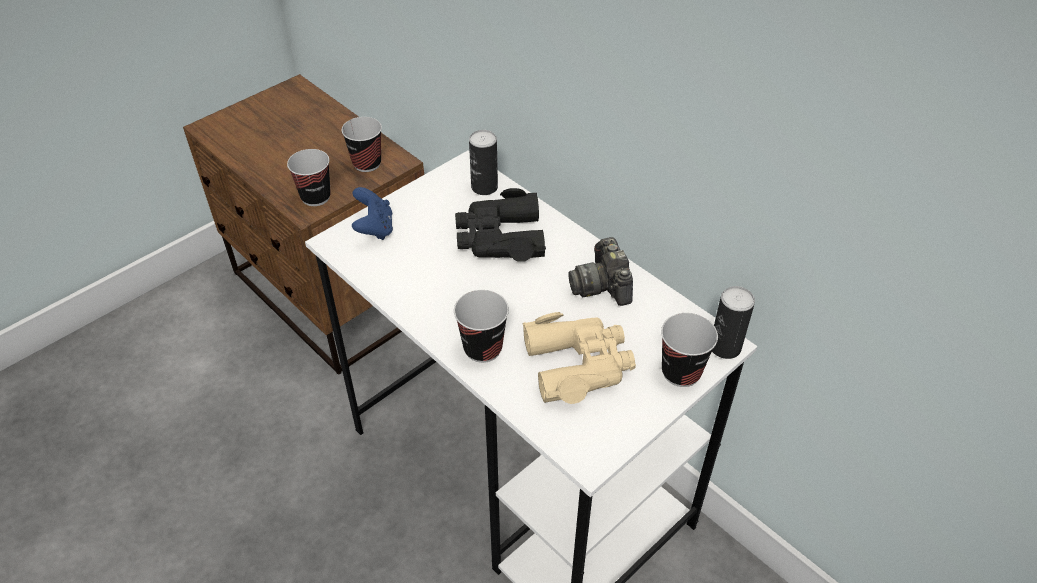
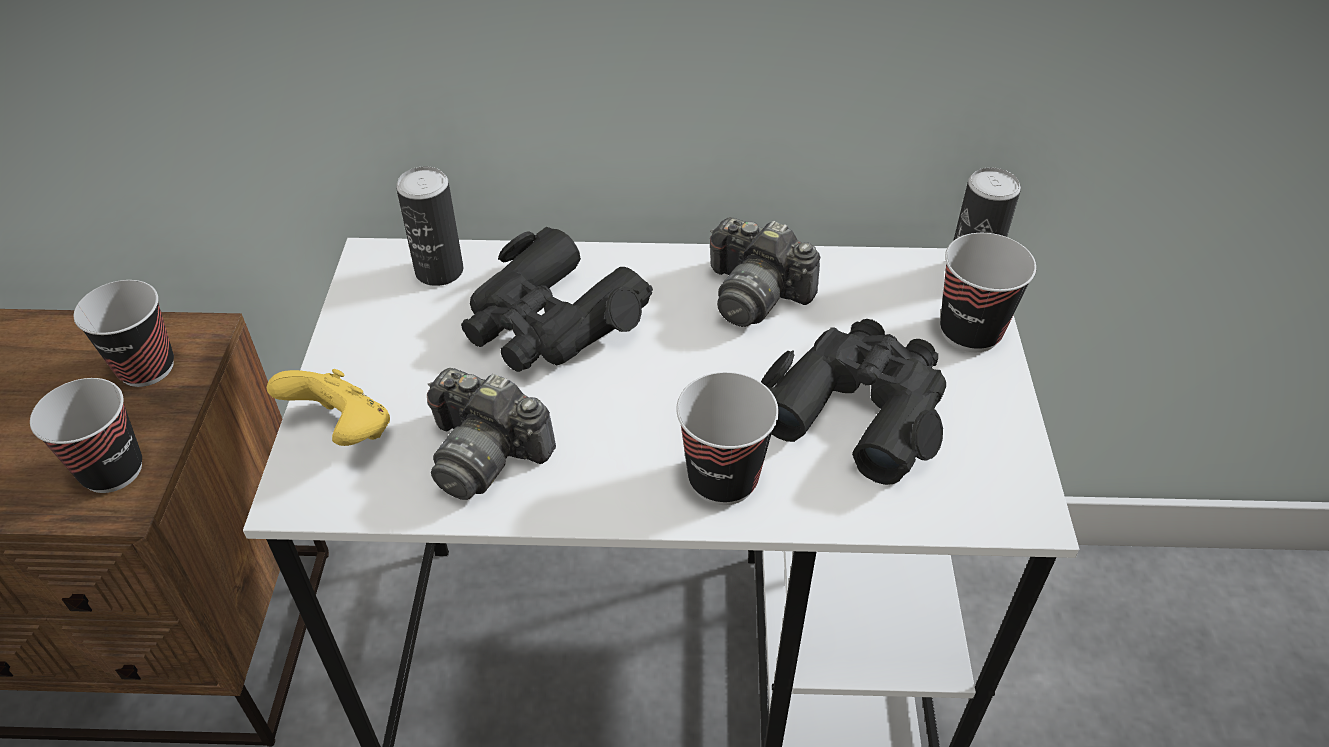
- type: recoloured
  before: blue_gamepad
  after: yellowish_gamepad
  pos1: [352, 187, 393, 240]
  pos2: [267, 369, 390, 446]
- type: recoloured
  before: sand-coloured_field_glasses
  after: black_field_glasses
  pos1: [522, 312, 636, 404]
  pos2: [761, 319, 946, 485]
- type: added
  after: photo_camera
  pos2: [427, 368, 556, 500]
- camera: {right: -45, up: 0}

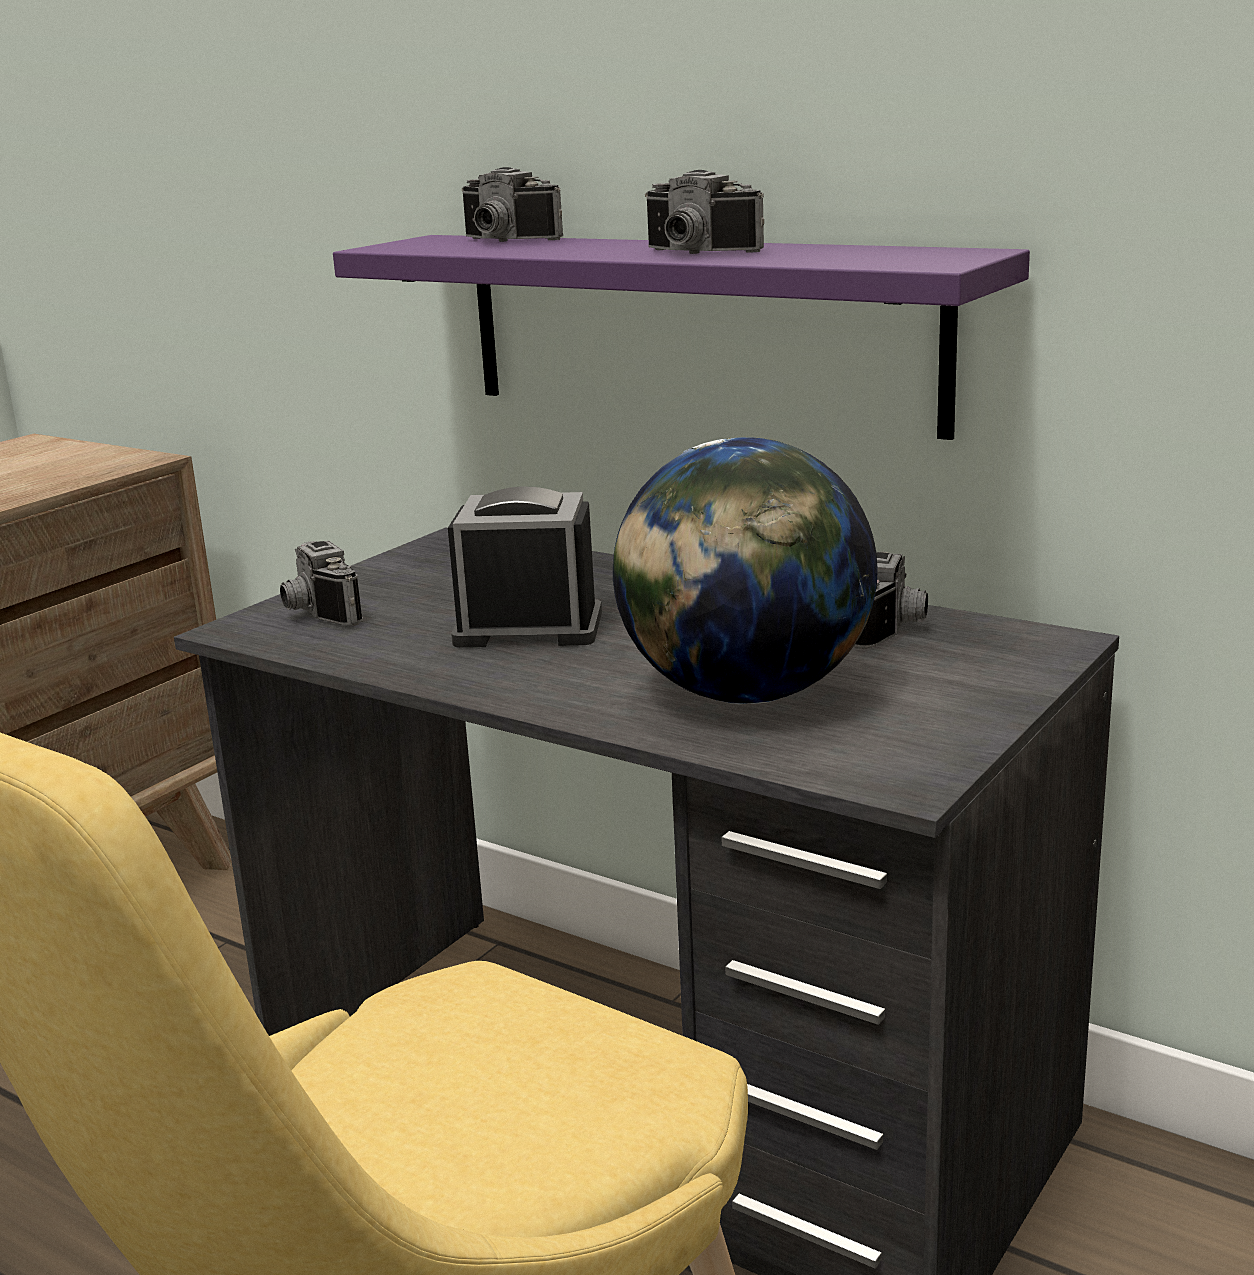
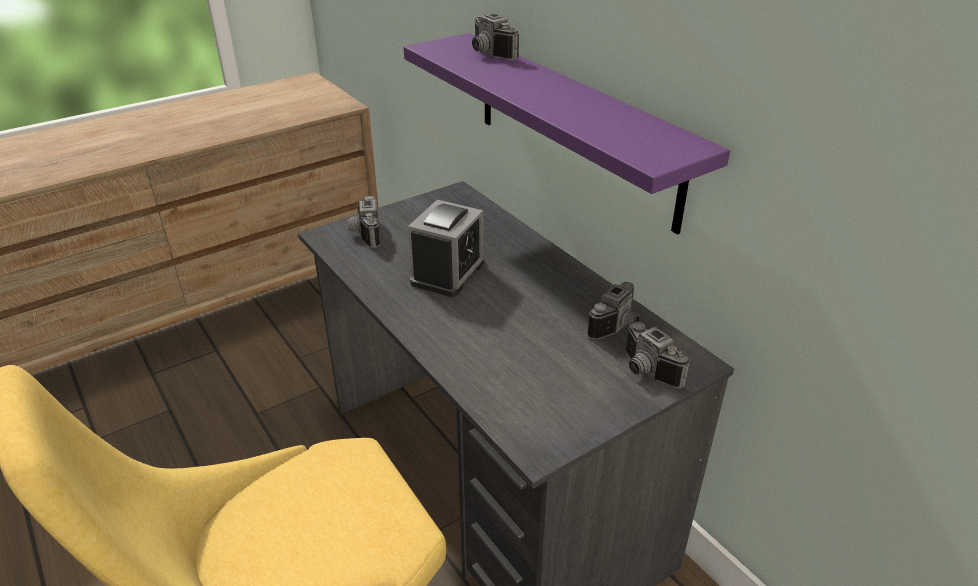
- type: turned
  before: bedside_clock
  pos1: [448, 486, 602, 648]
  pos2: [408, 200, 485, 297]
  turn: 90
- type: removed
  before: globe
  pos1: [613, 437, 878, 704]
- type: moved
  before: photo_camera
  pos1: [645, 170, 764, 254]
  pos2: [626, 322, 690, 388]
- camera: {right: 20, up: 15}

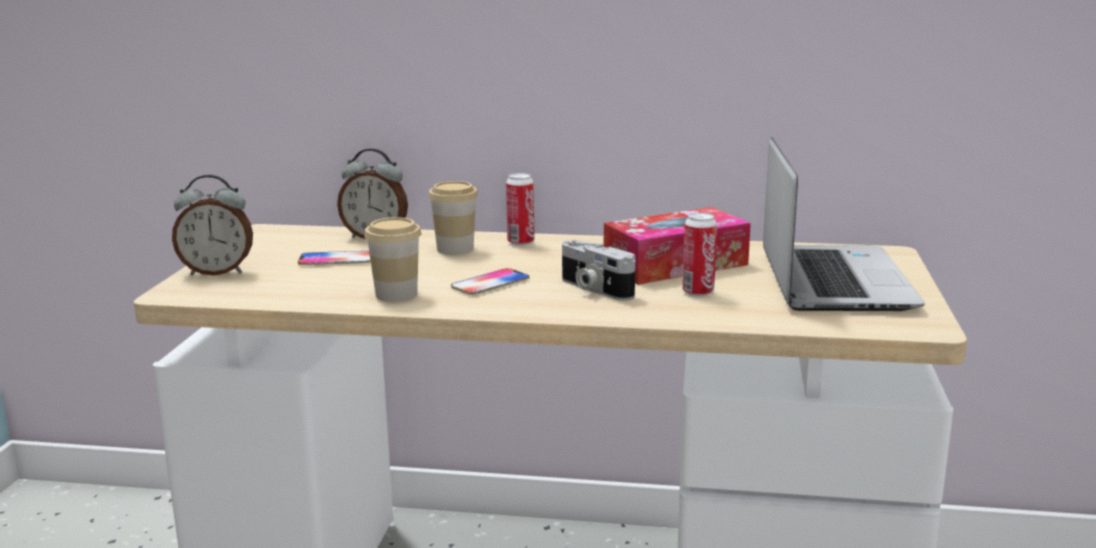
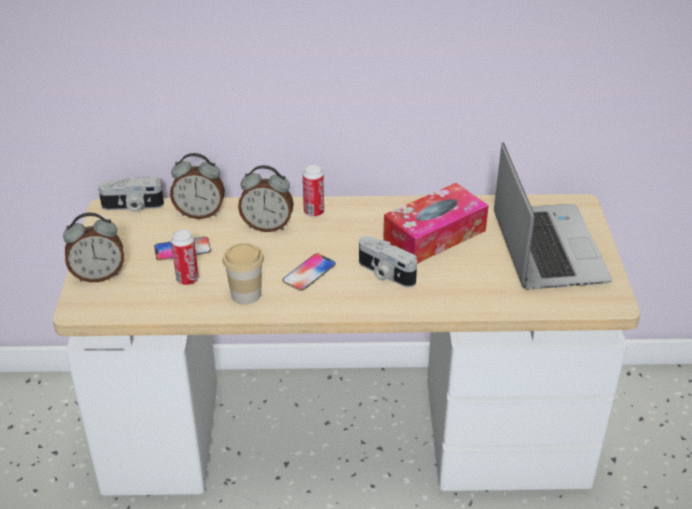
- type: replaced
  before: drinking_cup
  after: bedside_clock
  pos1: [428, 181, 478, 255]
  pos2: [238, 165, 294, 232]
- type: moved
  before: can
  pos1: [683, 212, 717, 297]
  pos2: [171, 229, 199, 285]
- type: added
  after: photo_camera
  pos2: [98, 177, 164, 212]
- camera: {right: -10, up: 20}

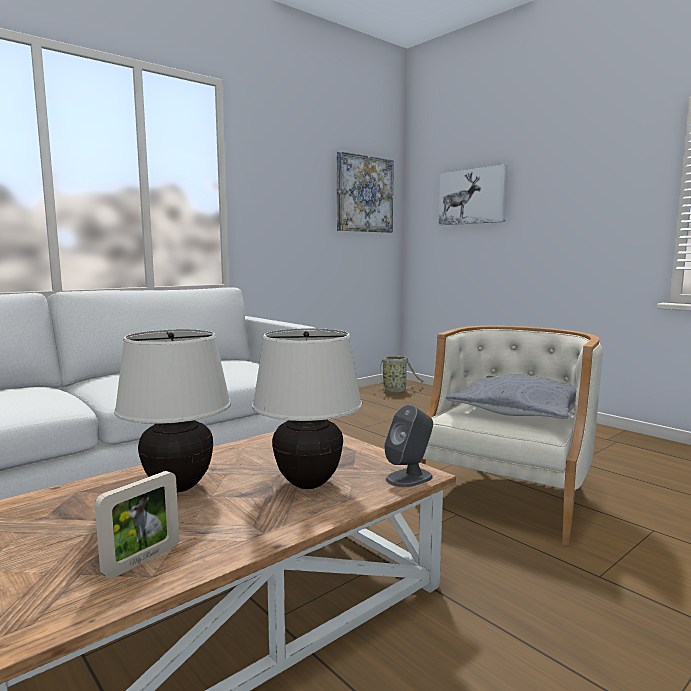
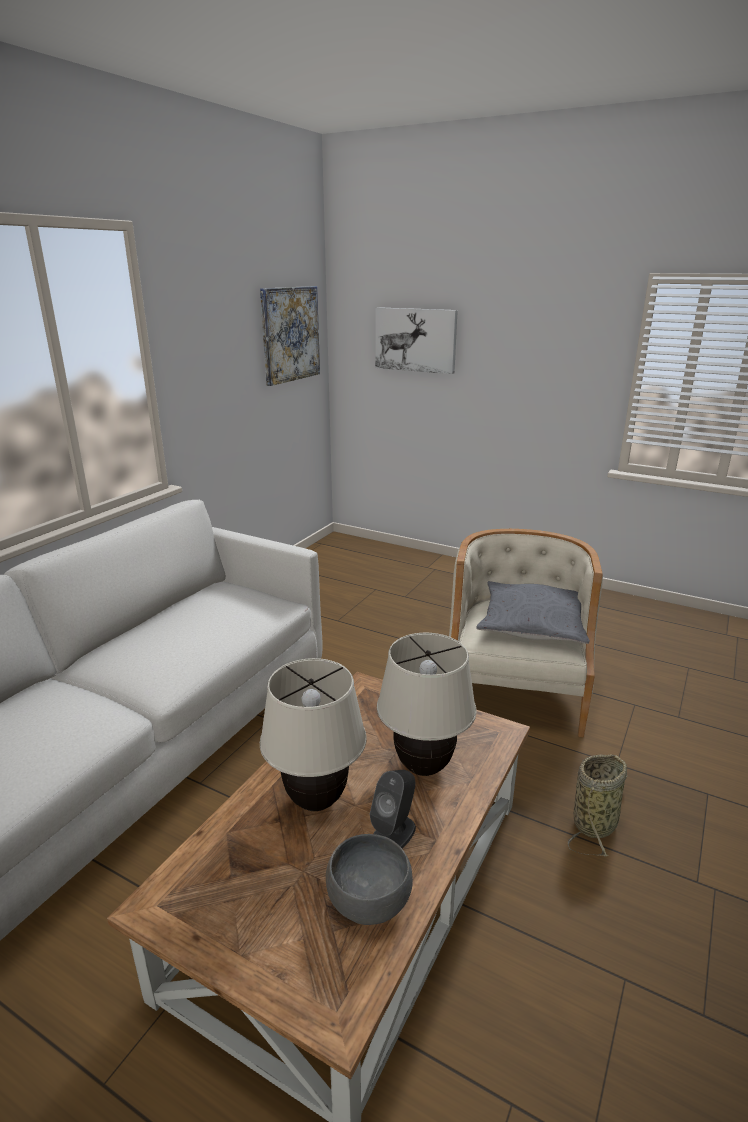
- type: replaced
  before: picture_frame
  after: grey_bowl
  pos1: [95, 471, 179, 579]
  pos2: [326, 834, 413, 925]
- type: moved
  before: basket
  pos1: [373, 356, 423, 393]
  pos2: [568, 754, 627, 857]
- type: moved
  before: grey_audio_speaker
  pos1: [384, 405, 433, 487]
  pos2: [370, 770, 416, 849]
- camera: {right: -20, up: 15}

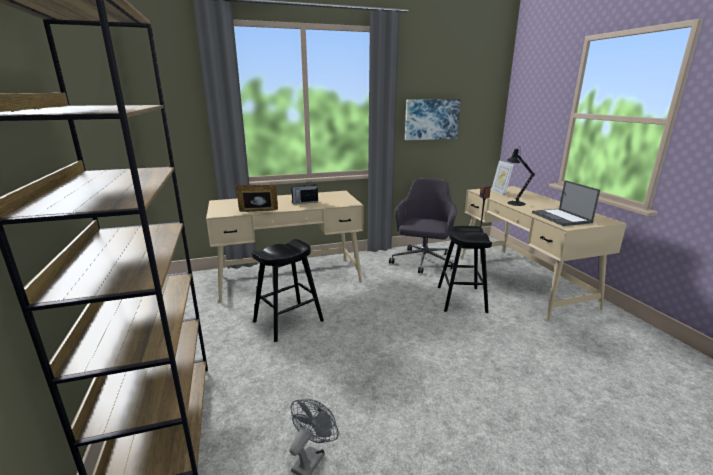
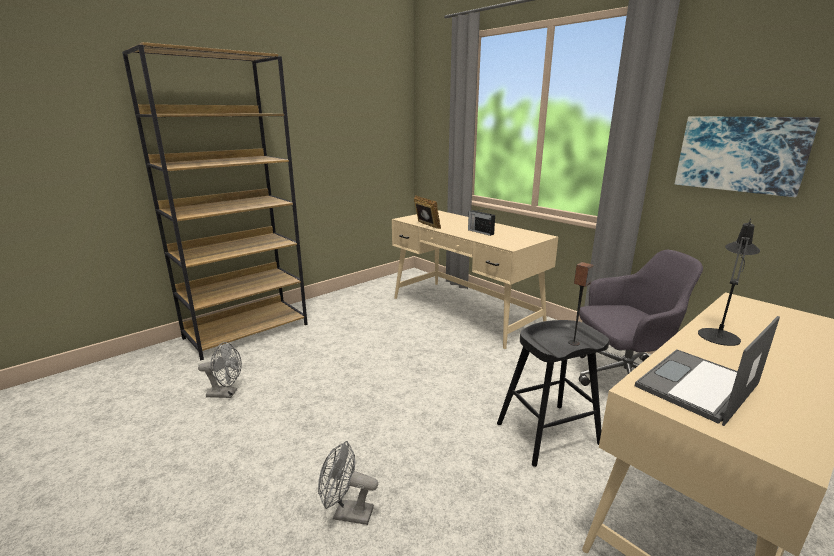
- type: removed
  before: black_stool
  pos1: [252, 239, 324, 342]
- type: removed
  before: picture_frame
  pos1: [491, 160, 514, 196]
- type: added
  after: grey_cooling_fan
  pos2: [318, 441, 378, 525]
- camera: {right: 65, up: 0}

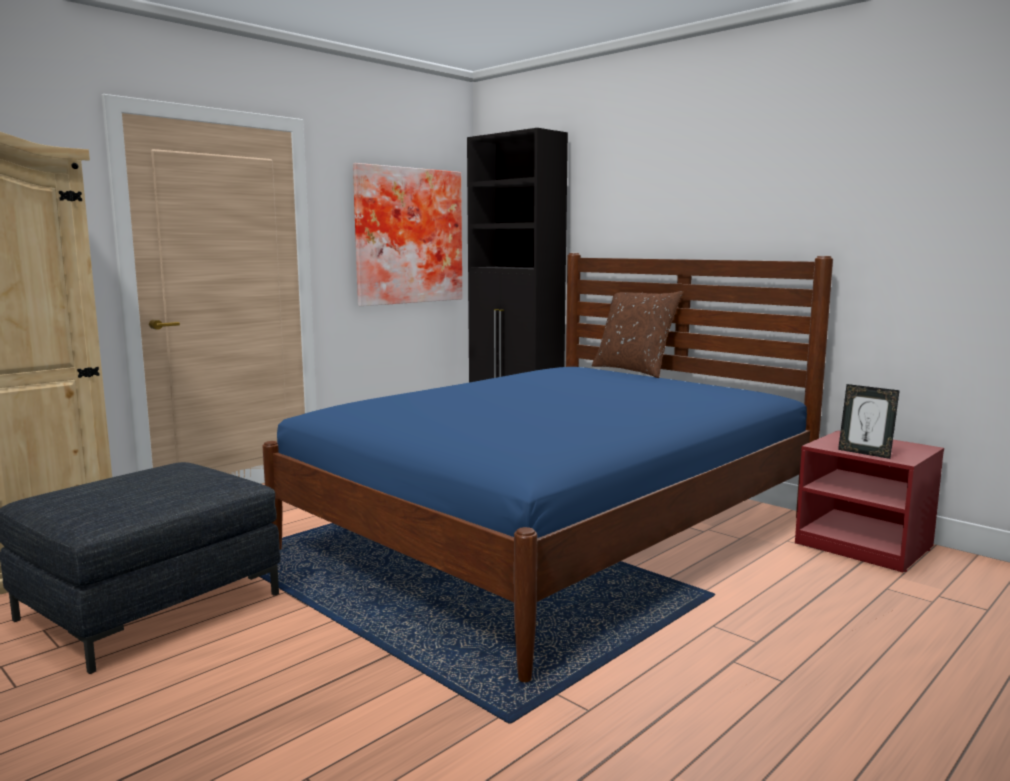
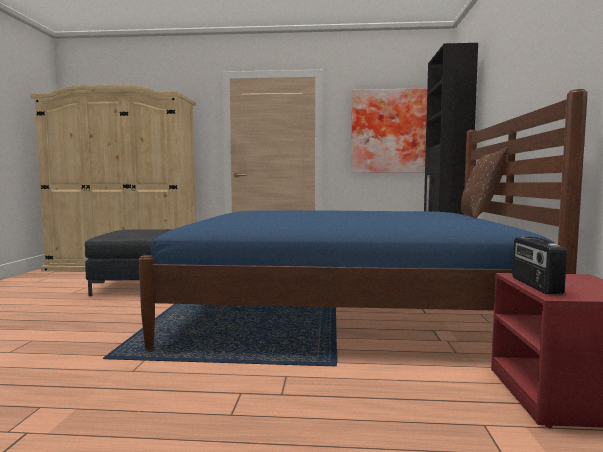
- type: replaced
  before: picture_frame
  after: radio_receiver
  pos1: [838, 384, 900, 459]
  pos2: [512, 237, 567, 295]
- camera: {right: 50, up: -5}

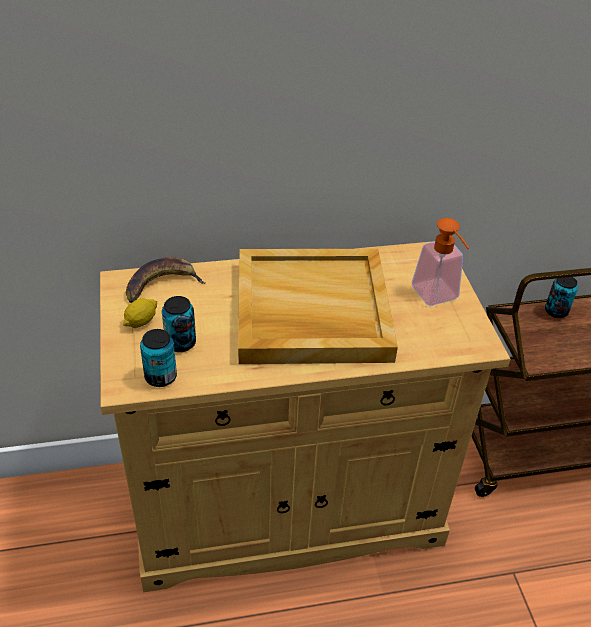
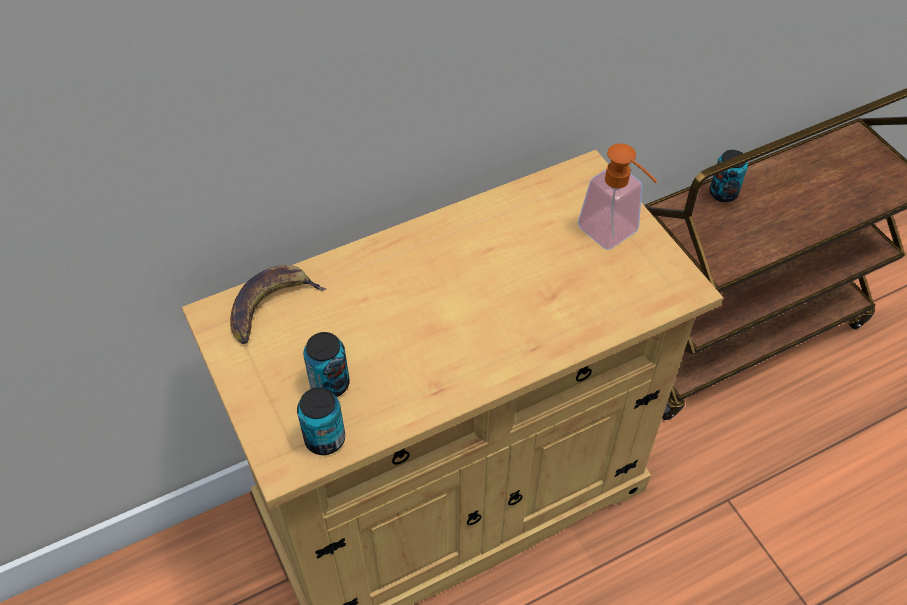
- type: removed
  before: lemon
  pos1: [123, 298, 157, 328]
- type: removed
  before: sand-coloured_carrying_tray
  pos1: [238, 249, 398, 364]
- camera: {right: -15, up: 10}

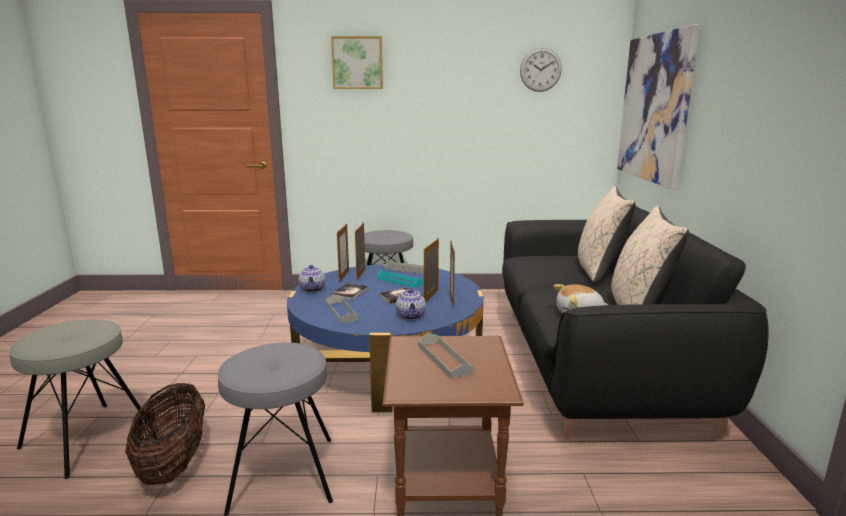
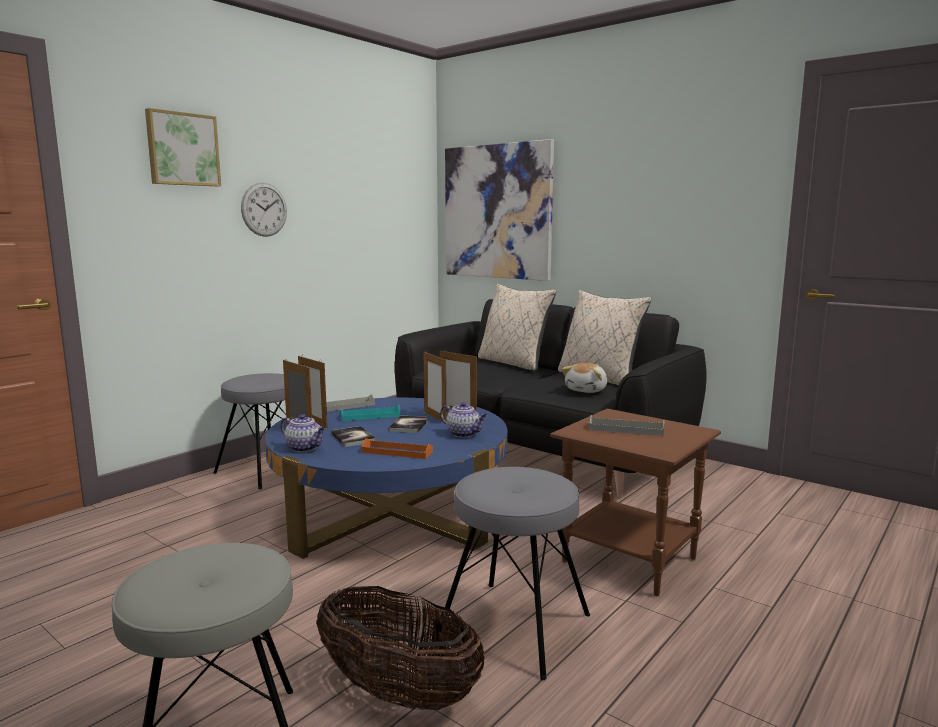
- type: recoloured
  before: grey_carrying_tray
  after: orangey_carrying_tray
  pos1: [326, 295, 358, 324]
  pos2: [361, 438, 433, 459]
- type: moved
  before: clock_on_the_wall
  pos1: [520, 48, 562, 92]
  pos2: [241, 183, 287, 237]
- camera: {right: -50, up: -5}

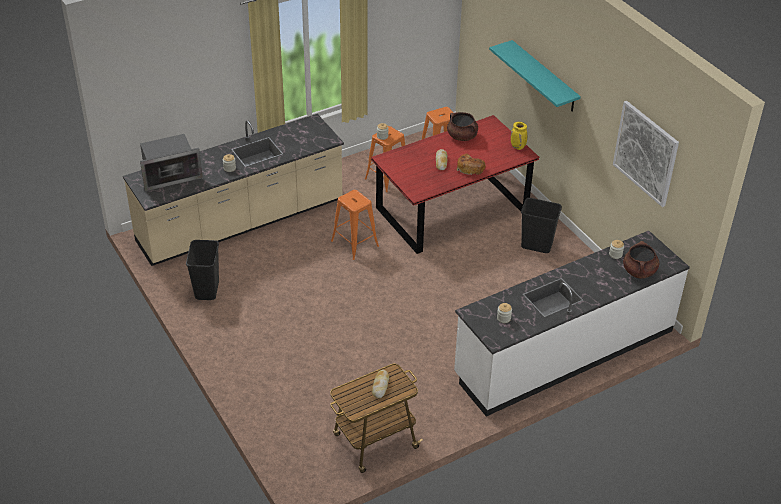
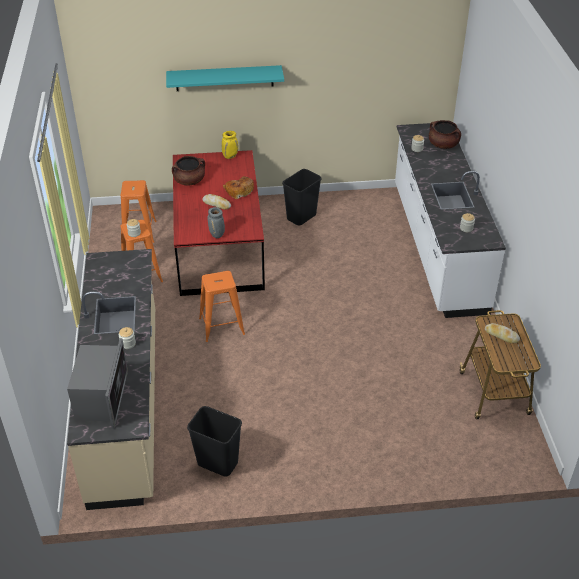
- type: removed
  before: wall_art
  pos1: [613, 101, 679, 207]
- type: added
  after: grey_flower_vase
  pos2: [207, 207, 225, 238]
- camera: {right: -65, up: 0}

